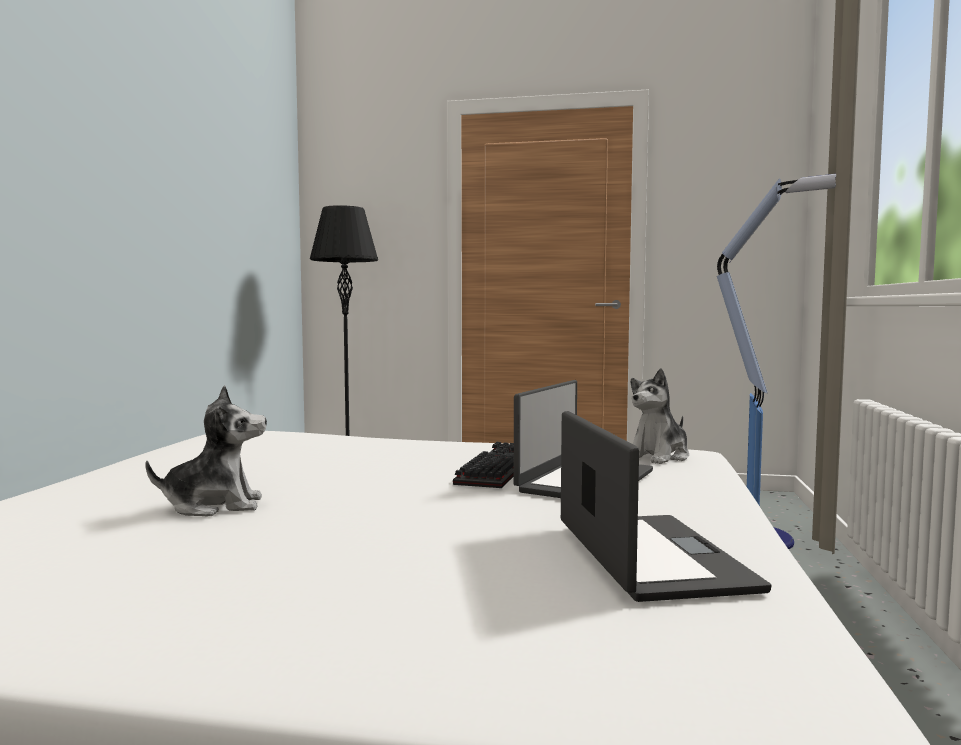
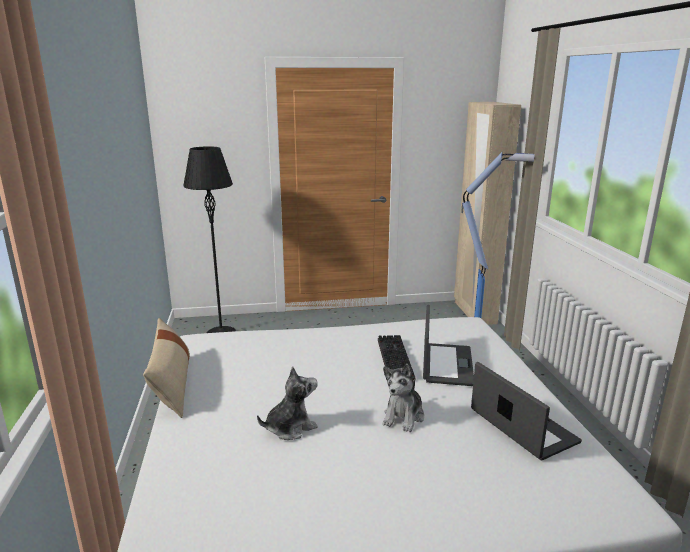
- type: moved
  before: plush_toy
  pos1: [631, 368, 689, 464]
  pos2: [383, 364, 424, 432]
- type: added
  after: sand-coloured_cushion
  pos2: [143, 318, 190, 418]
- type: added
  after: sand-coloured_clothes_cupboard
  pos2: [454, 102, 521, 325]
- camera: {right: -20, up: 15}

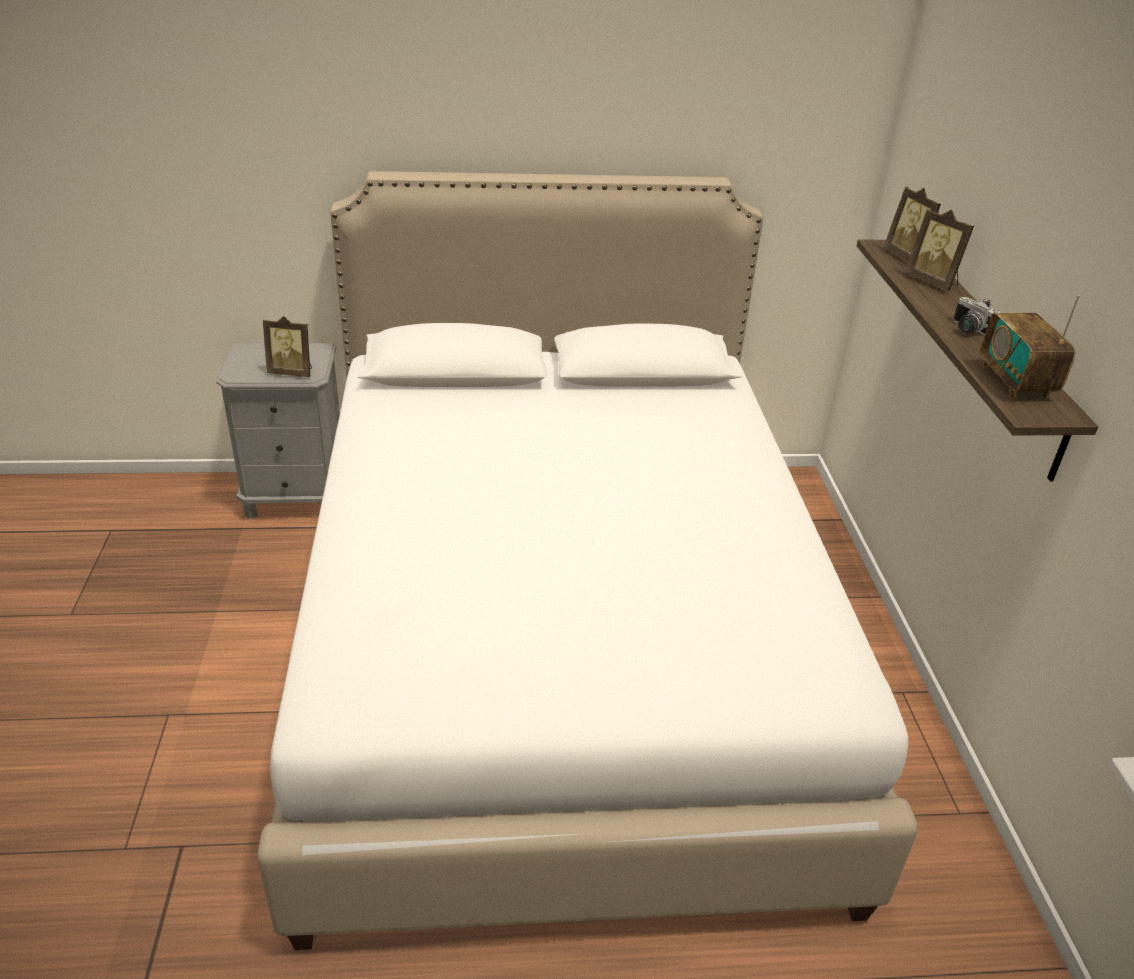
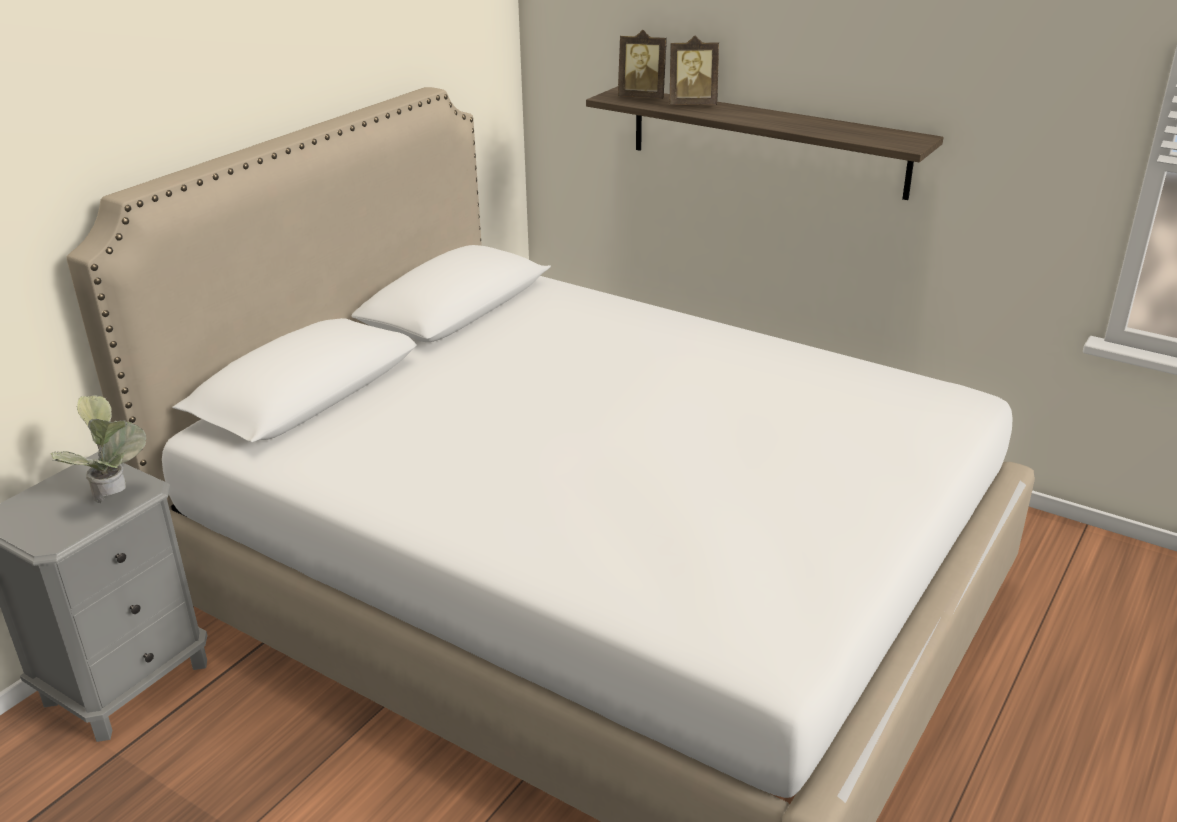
- type: replaced
  before: picture_frame
  after: potted_plant
  pos1: [263, 316, 312, 377]
  pos2: [51, 395, 147, 503]
- type: removed
  before: photo_camera
  pos1: [954, 297, 1001, 335]
- type: removed
  before: radio_receiver
  pos1: [980, 295, 1080, 400]
- camera: {right: -50, up: -5}

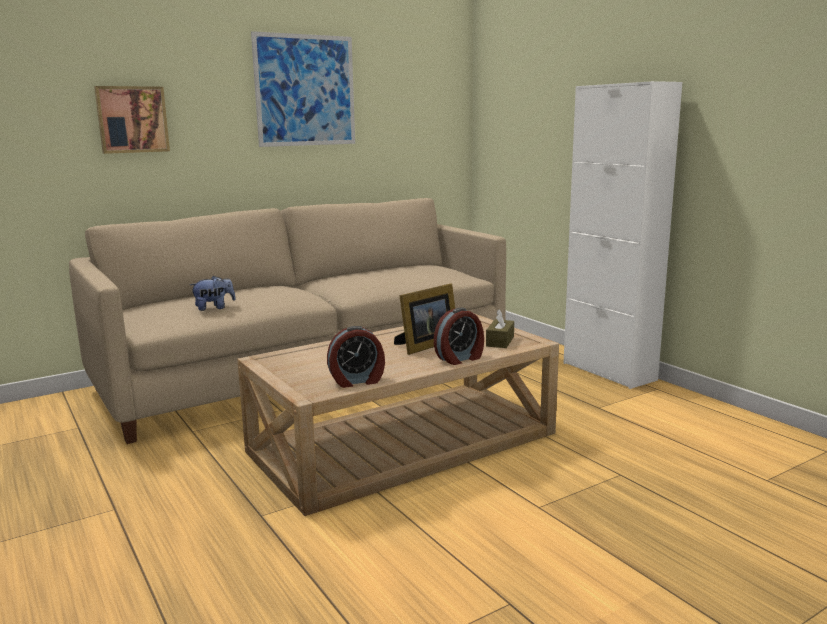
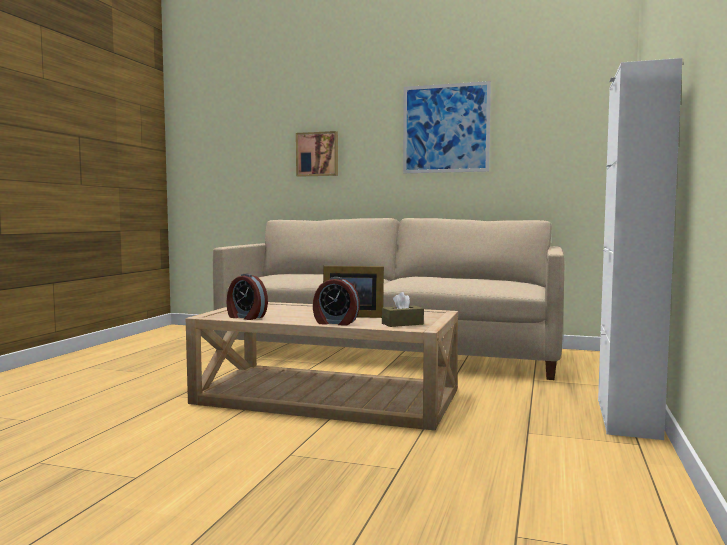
- type: removed
  before: plush_toy
  pos1: [190, 276, 236, 311]
- camera: {right: 50, up: -10}

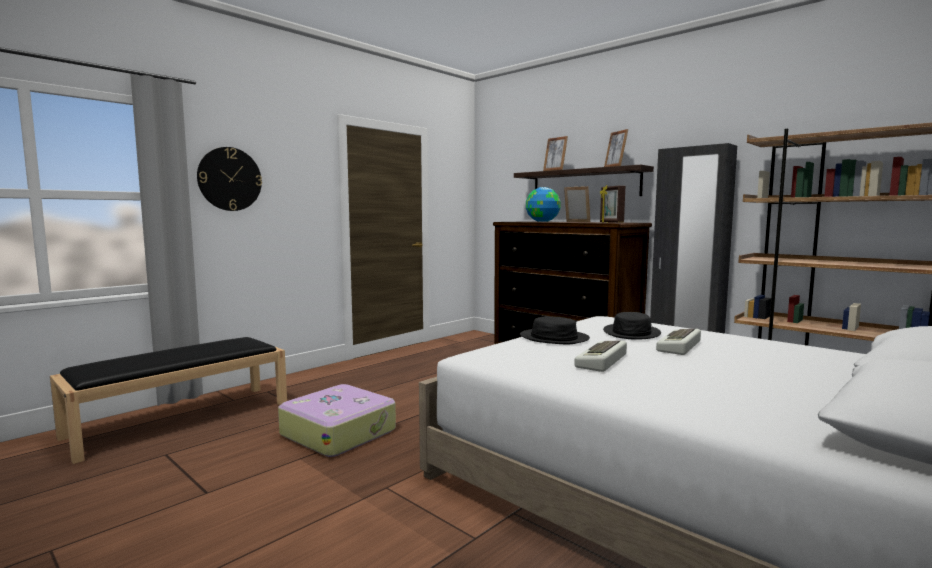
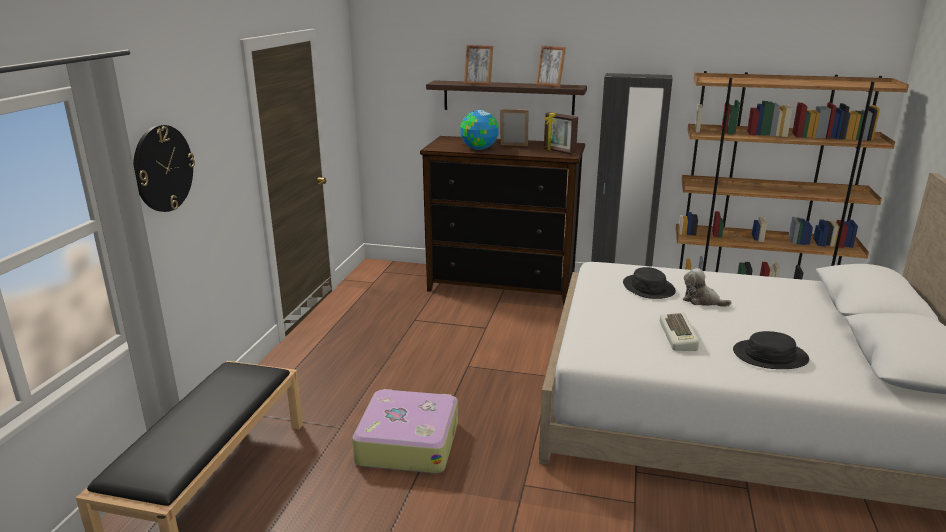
- type: moved
  before: black_wearable_hat
  pos1: [520, 316, 590, 345]
  pos2: [733, 331, 809, 369]
- type: replaced
  before: PC_keyboard
  after: plush_toy
  pos1: [656, 329, 701, 355]
  pos2: [683, 268, 731, 307]
- camera: {right: -30, up: 15}

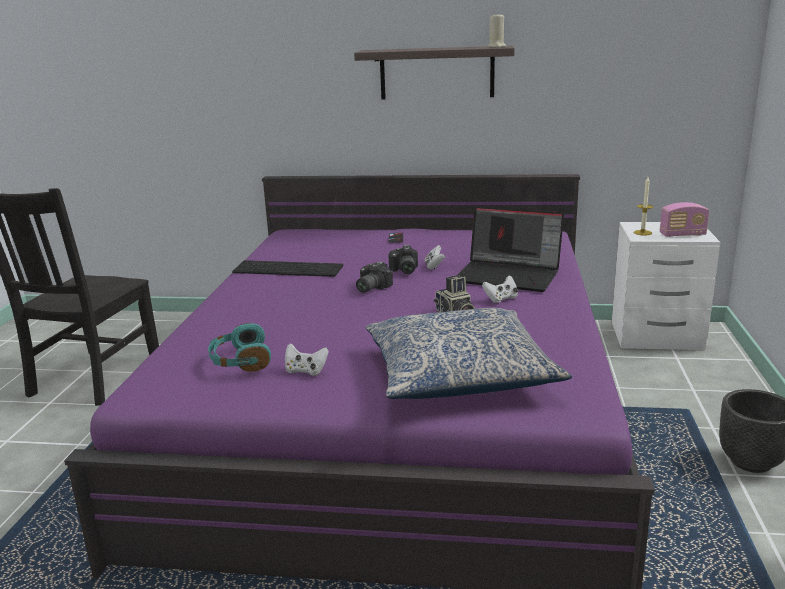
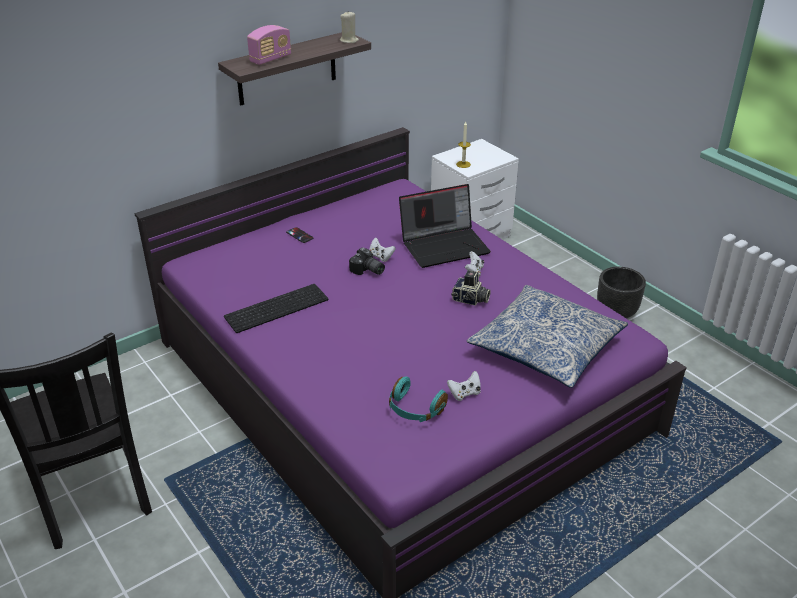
- type: removed
  before: photo_camera
  pos1: [356, 261, 393, 293]
- type: moved
  before: radio_receiver
  pos1: [660, 202, 709, 237]
  pos2: [247, 25, 291, 65]
- camera: {right: -45, up: 15}

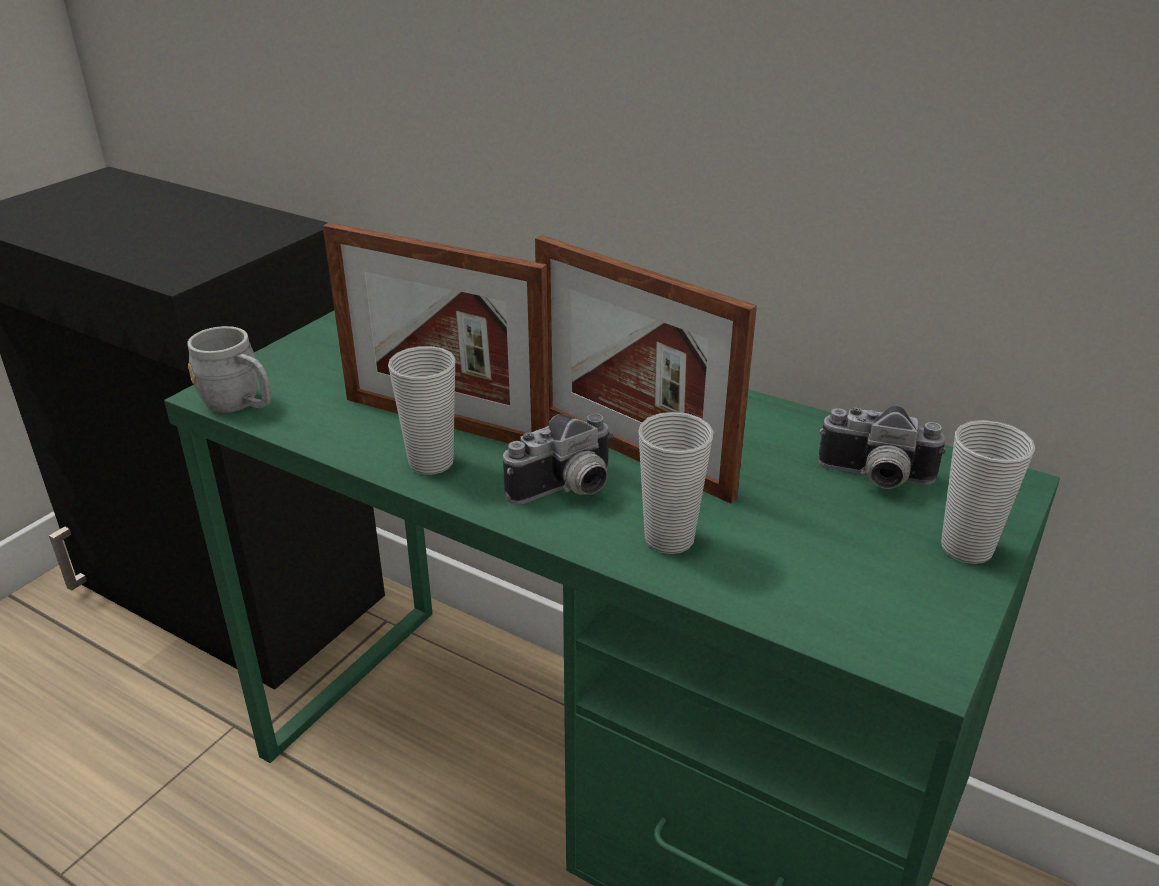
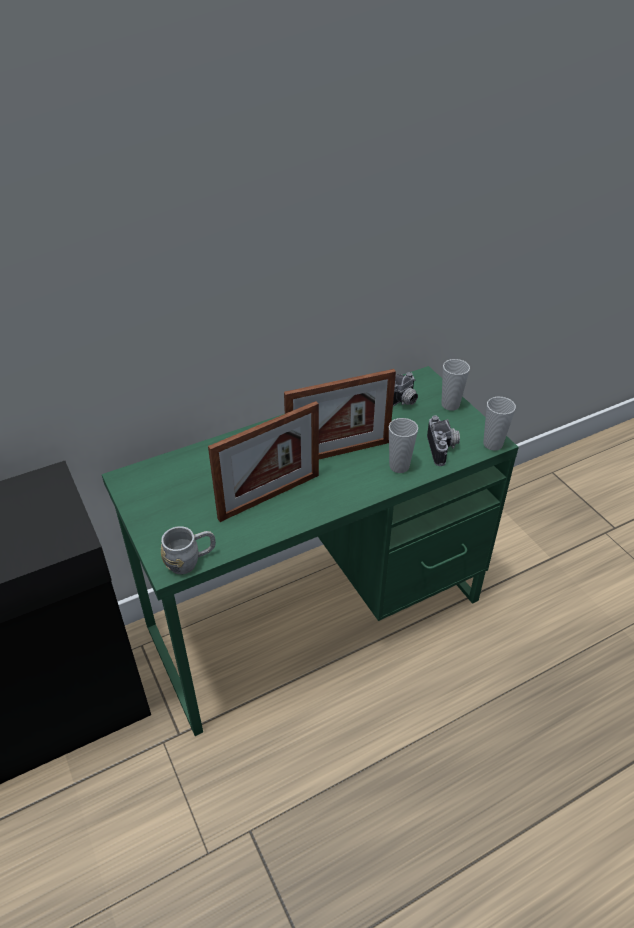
- type: moved
  before: drinking_cup
  pos1: [388, 346, 455, 475]
  pos2: [483, 397, 516, 451]
- type: moved
  before: photo_camera
  pos1: [503, 414, 613, 505]
  pos2: [427, 416, 460, 466]
- camera: {right: -60, up: 10}

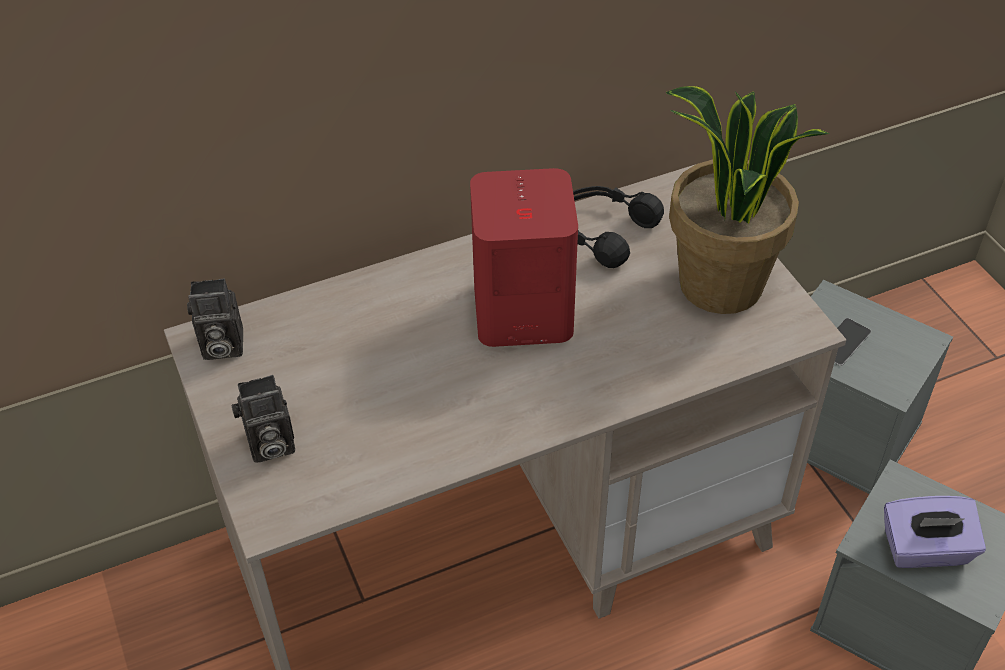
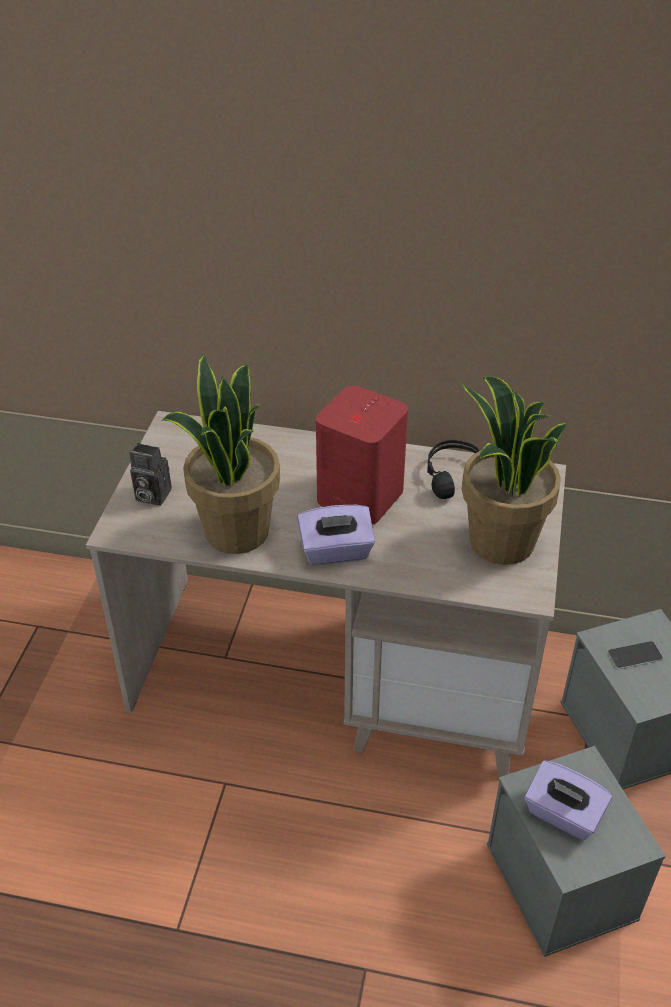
- type: removed
  before: photo_camera
  pos1: [187, 278, 243, 360]
- type: added
  after: potted_plant
  pos2: [162, 354, 280, 554]
- type: added
  after: purple-coloured_box_of_tissues
  pos2: [297, 505, 375, 565]
- camera: {right: 35, up: -5}

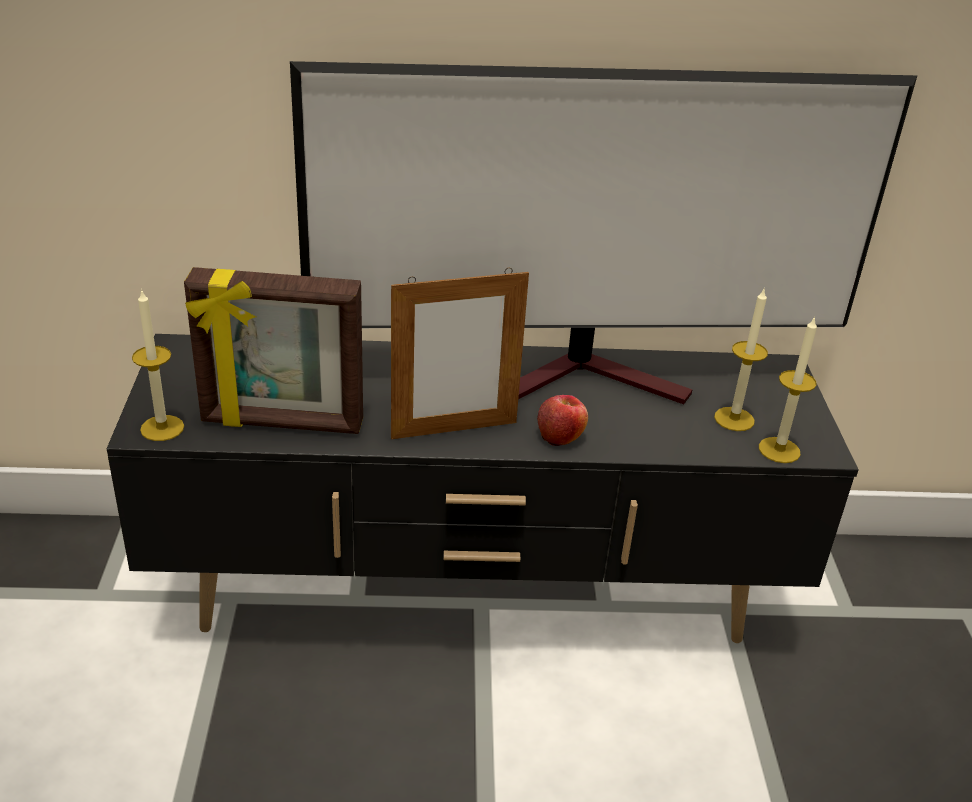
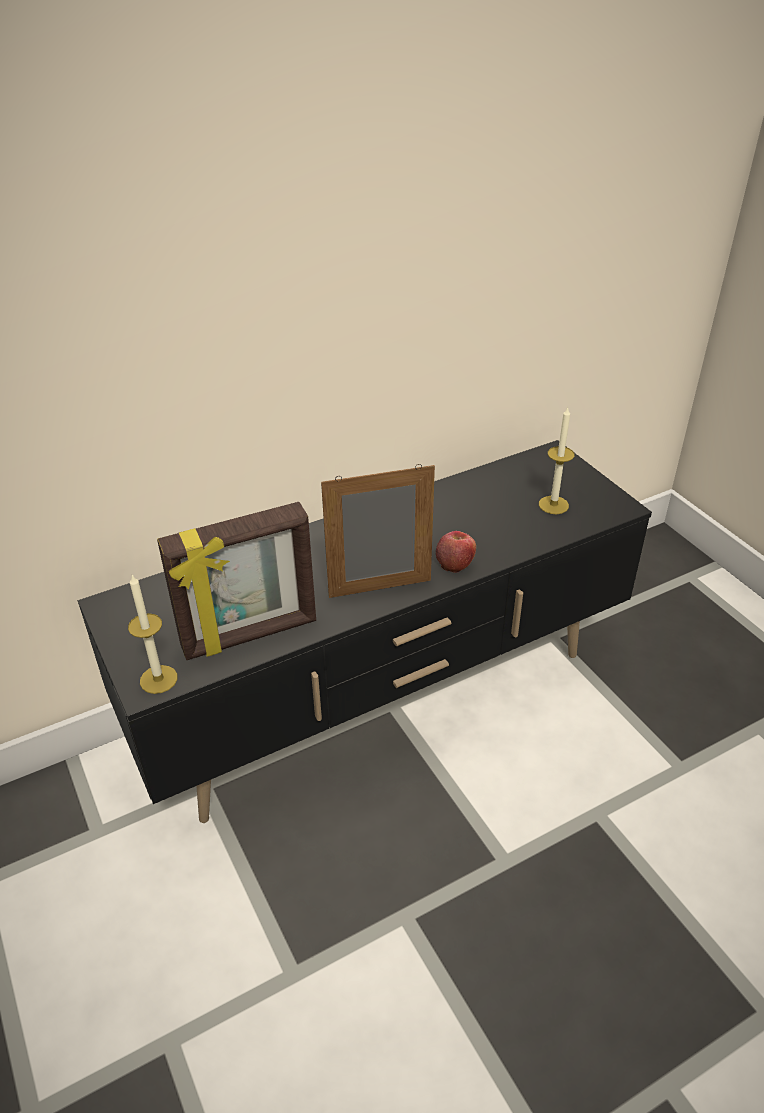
- type: removed
  before: TV
  pos1: [290, 61, 917, 404]
- type: turned
  before: picture_frame
  pos1: [391, 268, 529, 439]
  pos2: [321, 464, 435, 598]
  turn: -150
- type: removed
  before: candle
  pos1: [759, 316, 817, 463]
- camera: {right: -25, up: 5}

